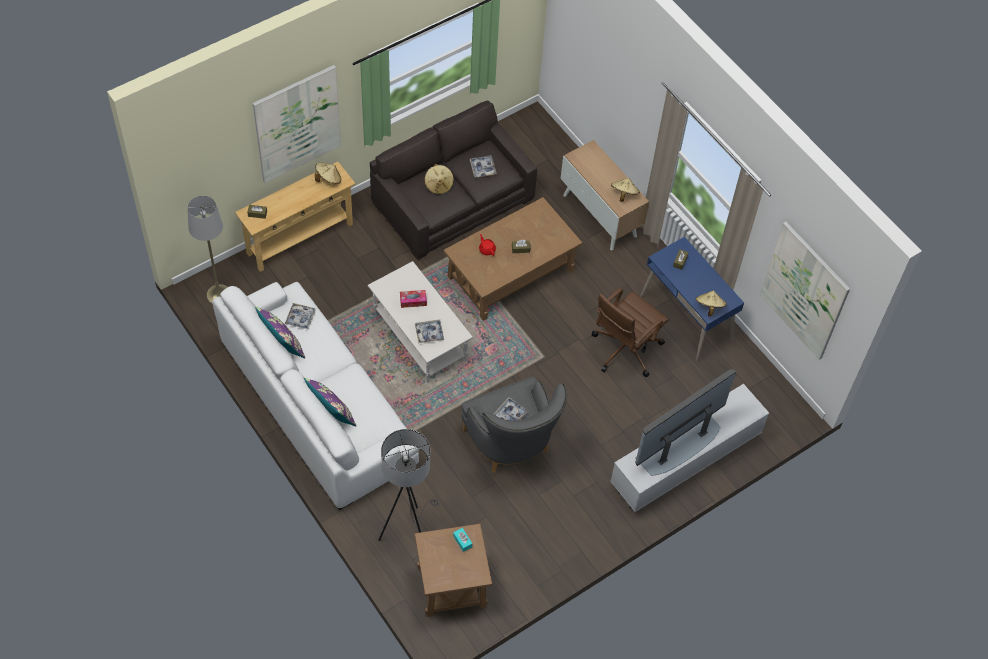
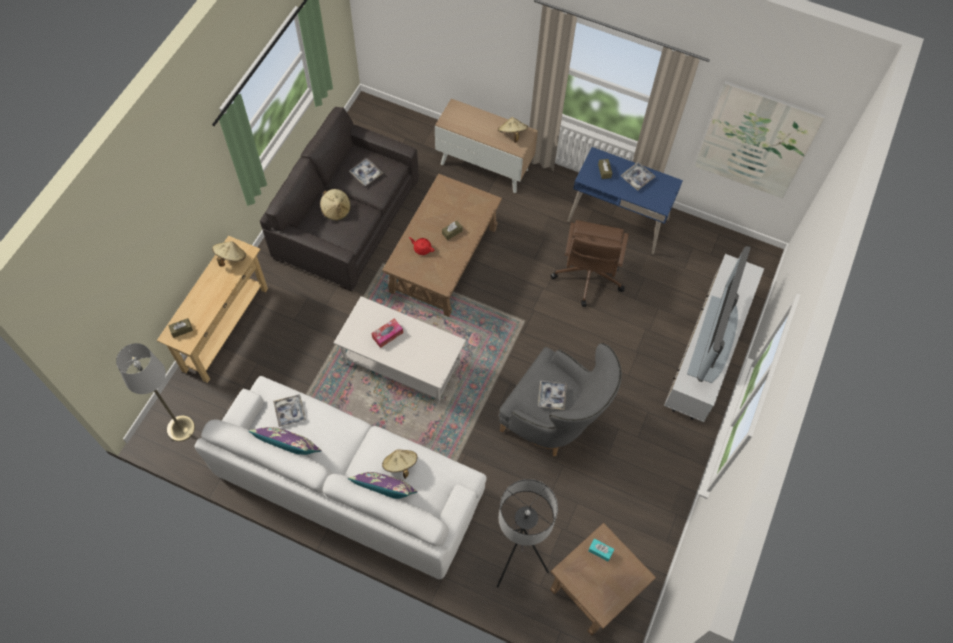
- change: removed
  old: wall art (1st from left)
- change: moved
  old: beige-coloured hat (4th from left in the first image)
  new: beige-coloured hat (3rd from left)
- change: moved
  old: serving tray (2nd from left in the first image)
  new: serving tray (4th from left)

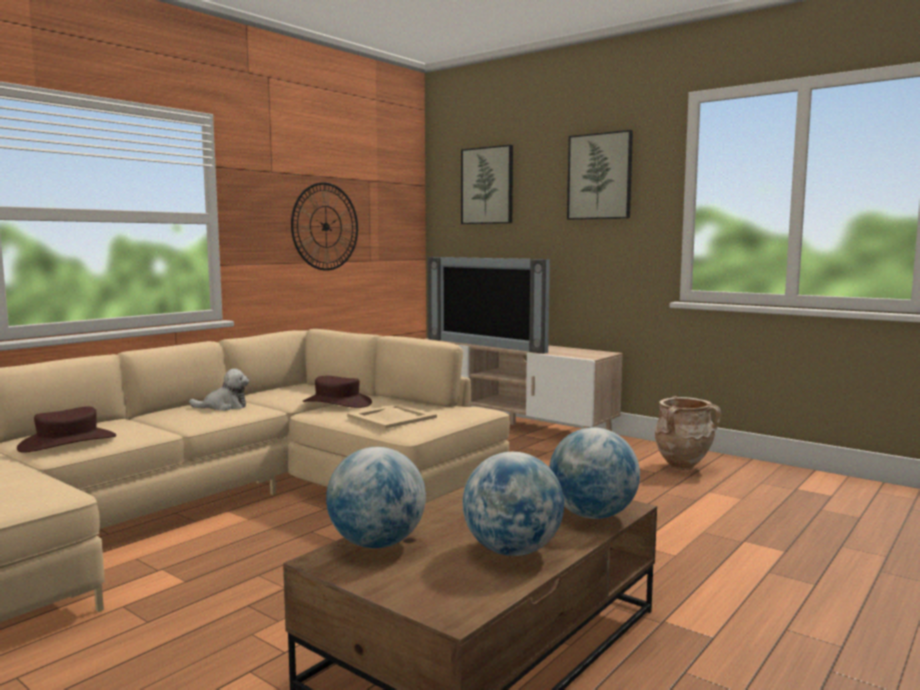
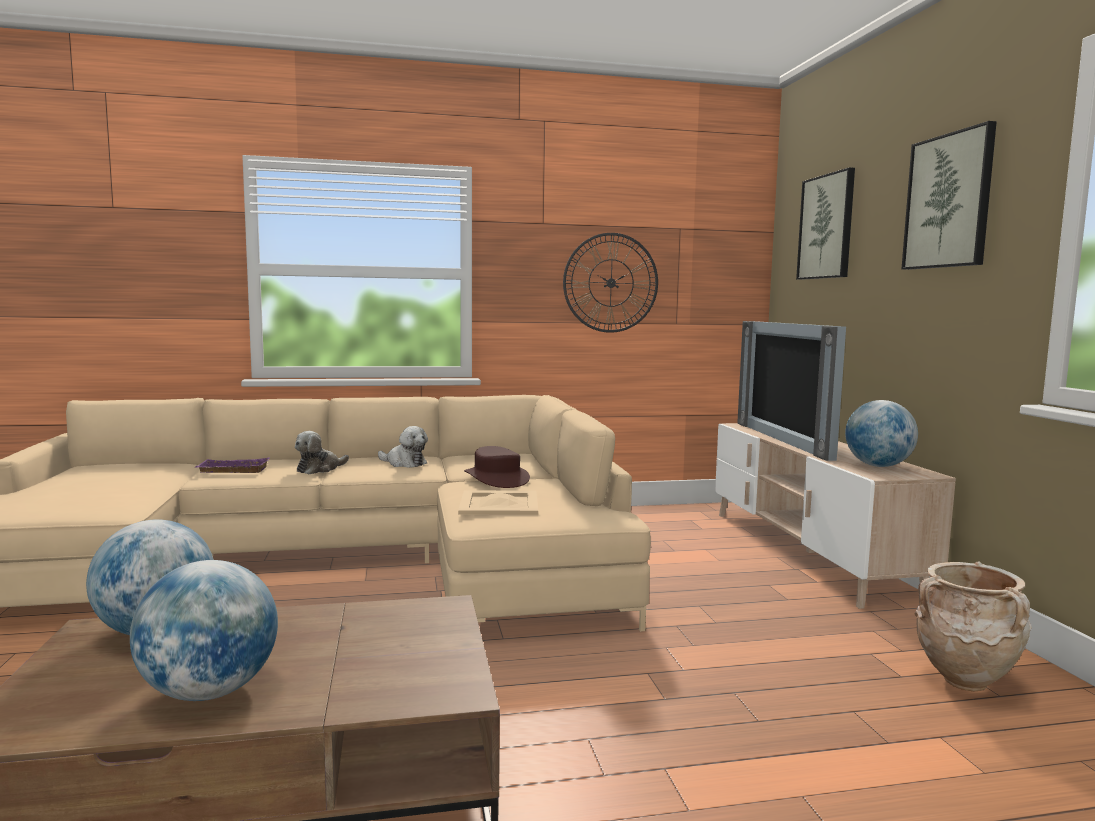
- change: replaced
  old: brownish hat (1st from left)
  new: purplish serving tray
- change: moved
  old: desk globe (3rd from left)
- change: added
  new: cuddly toy (1st from left)

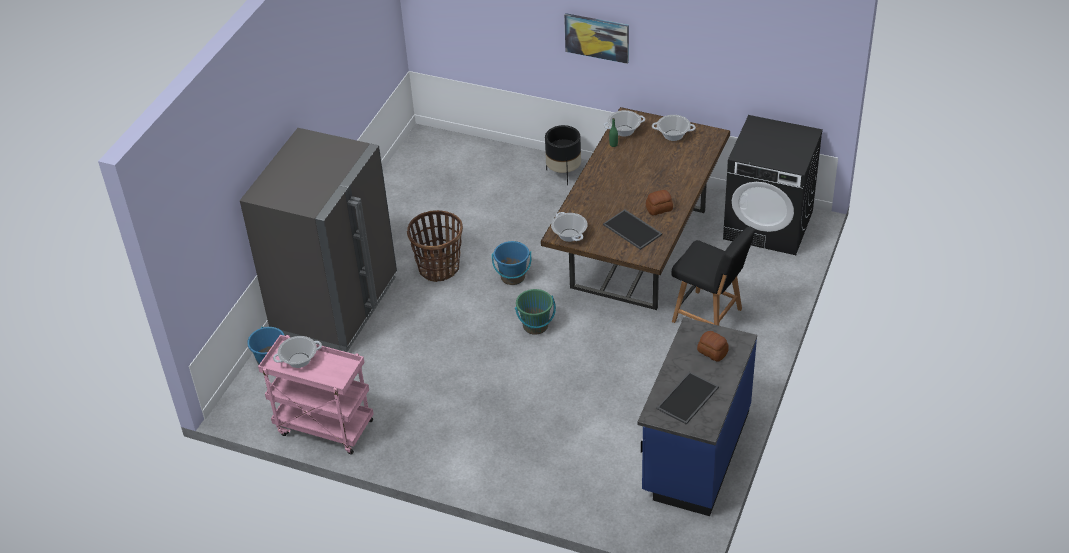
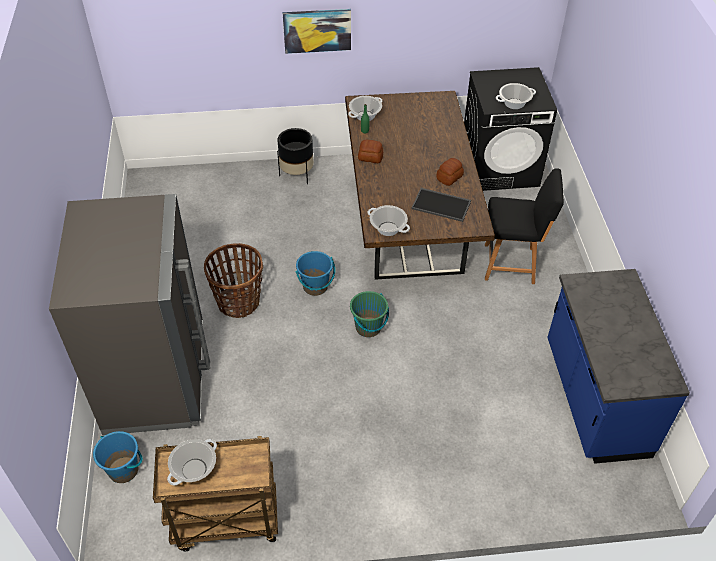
- change: moved
  old: cooking pot (4th from left)
- change: moved
  old: bakery bread (2nd from left in the first image)
  new: bakery bread (1st from left)
- change: recoloured
  old: pink-coloured cart
  new: brownish cart
- change: removed
  old: serving tray (2nd from left)

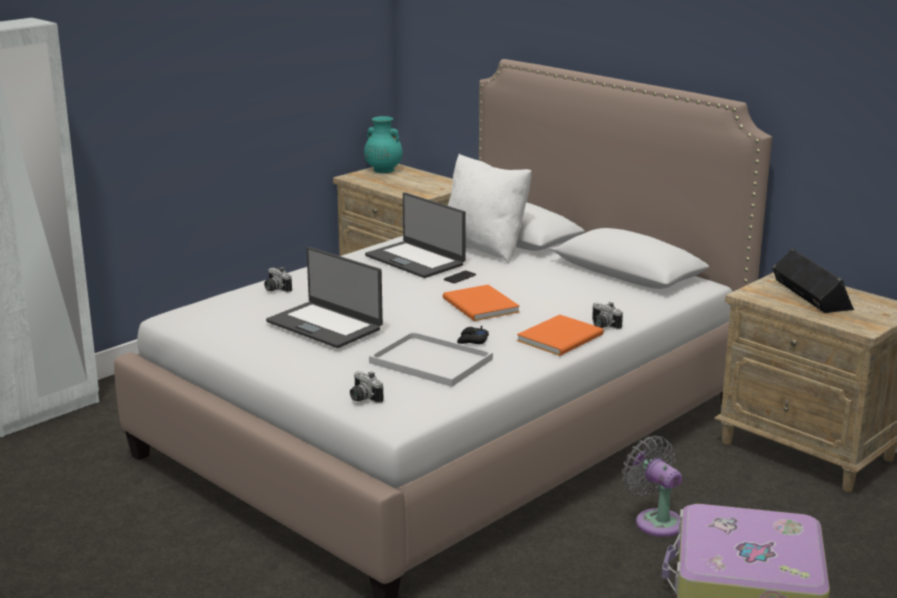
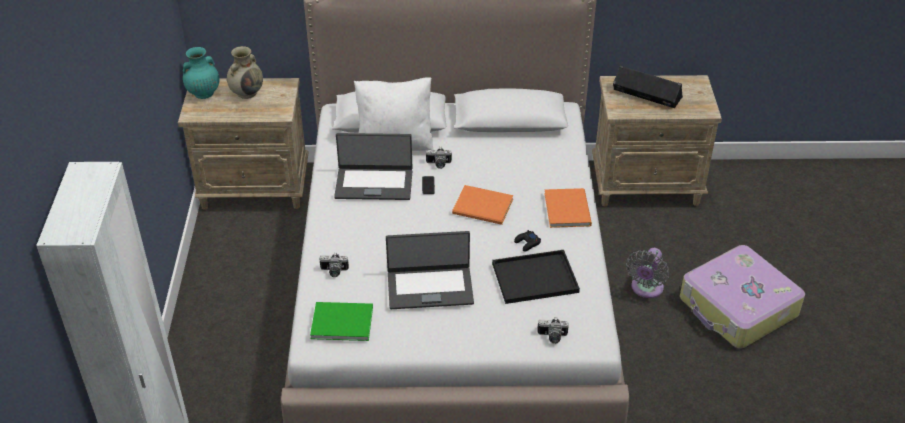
- change: moved
  old: photo camera (3rd from left in the first image)
  new: photo camera (2nd from left)
- change: recoloured
  old: white serving tray
  new: blackish serving tray
- change: turned
  old: greyish electric fan
  degrees: -75
- change: added
  new: beige-coloured decorative vase
- change: added
  new: green bound book

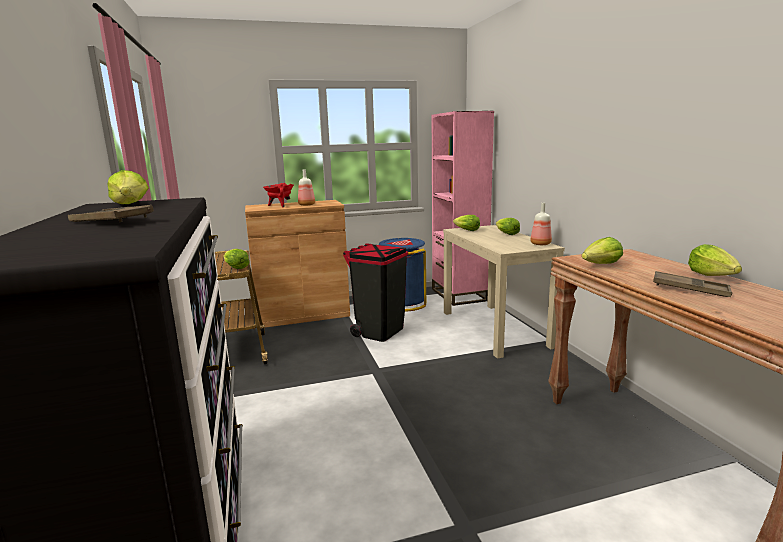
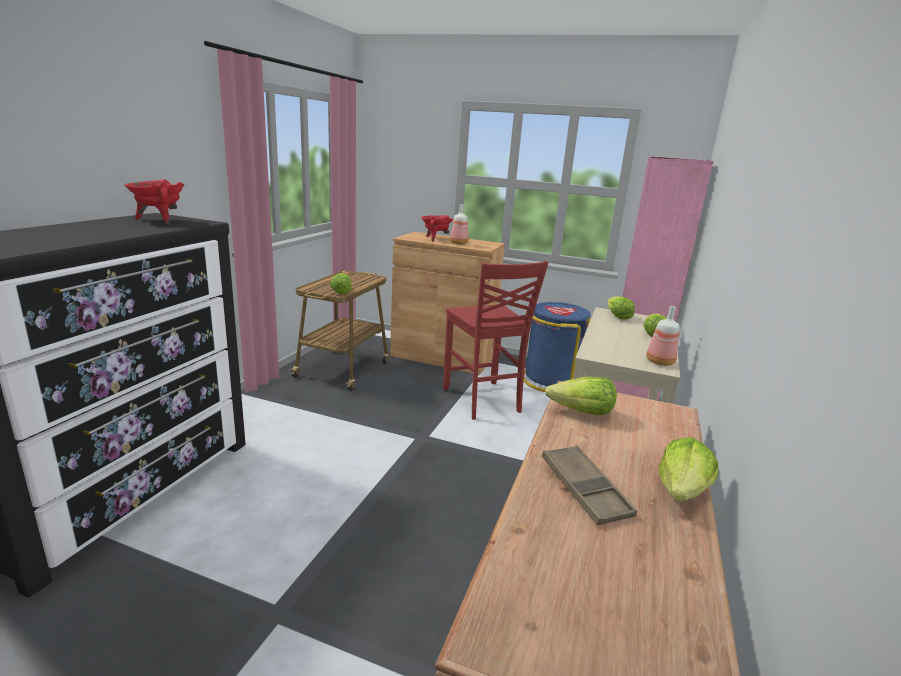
- change: replaced
  old: lettuce (1st from left)
  new: reddish cooking pot (1st from left)
- change: removed
  old: brownish serving tray (1st from left)
- change: replaced
  old: blackish trash can
  new: reddish plain chair

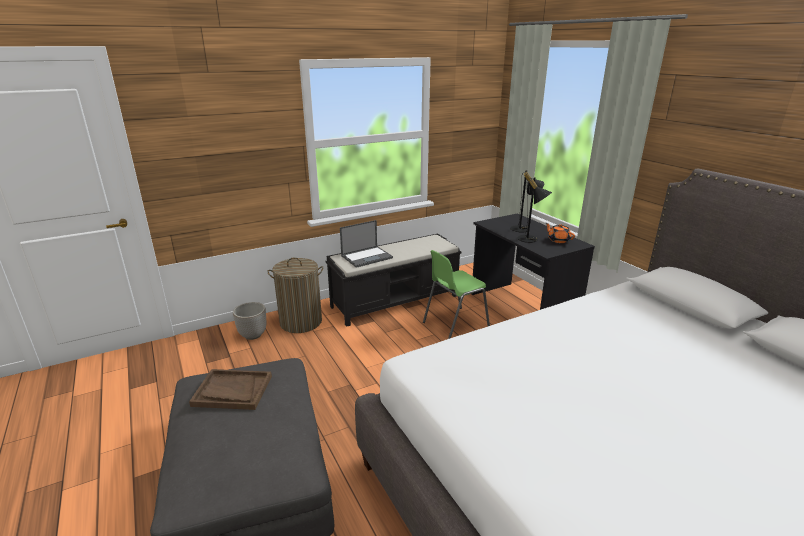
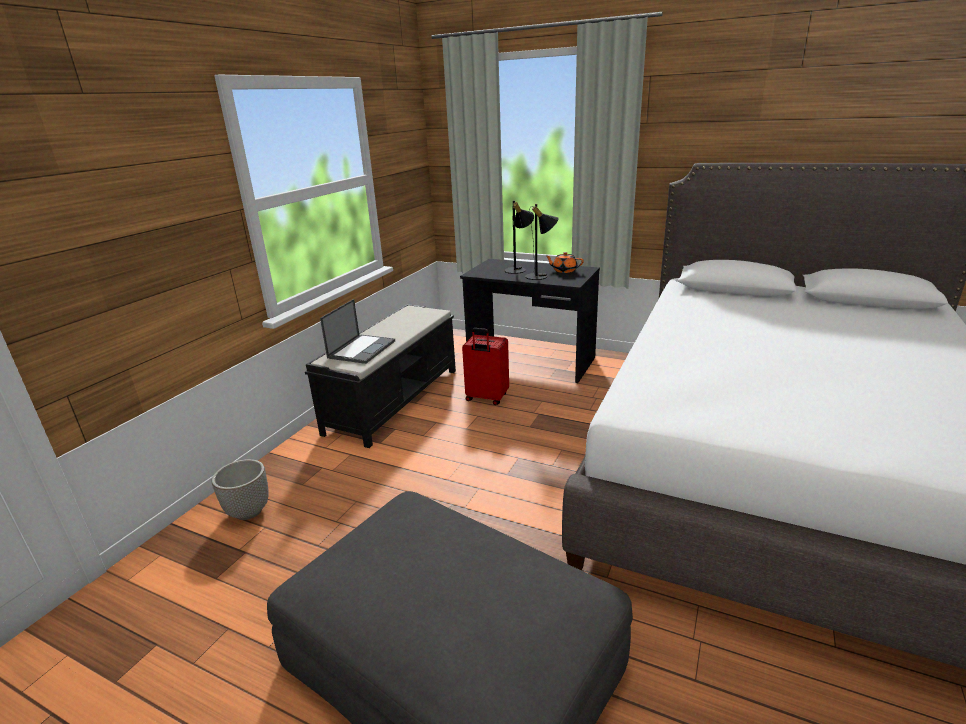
- change: replaced
  old: green plain chair
  new: reddish travel case
- change: removed
  old: washing basket
- change: removed
  old: brownish serving tray

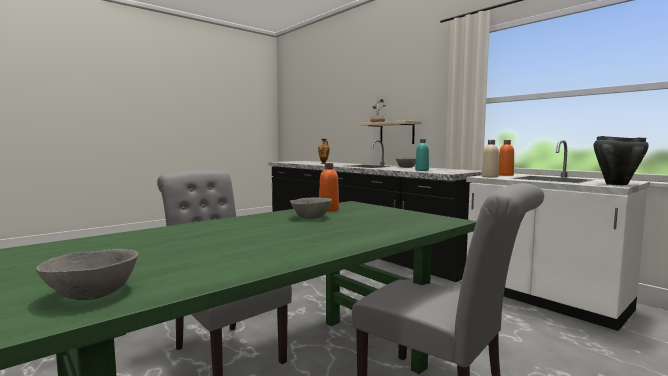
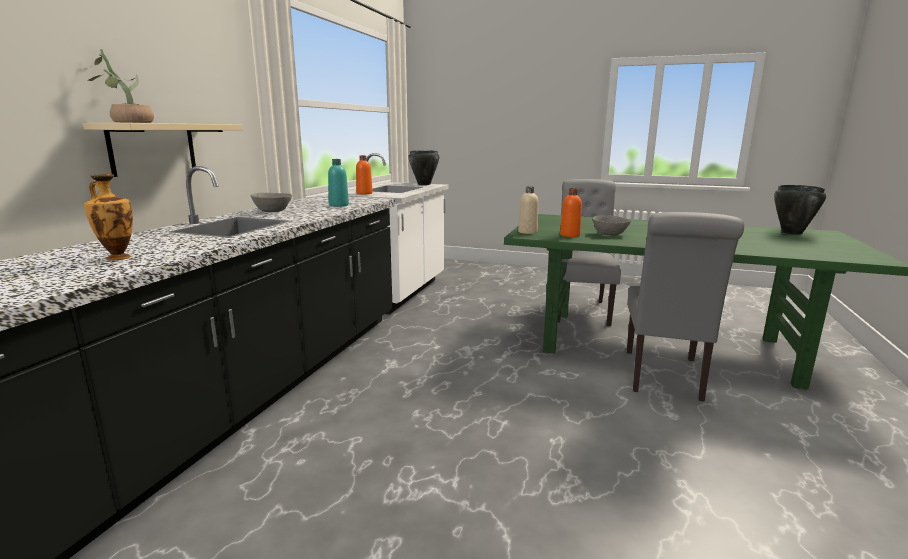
- change: moved
  old: beige-coloured beverage bottle
- change: replaced
  old: greyish serving bowl (1st from left)
  new: blackish cooking pot (2nd from left)

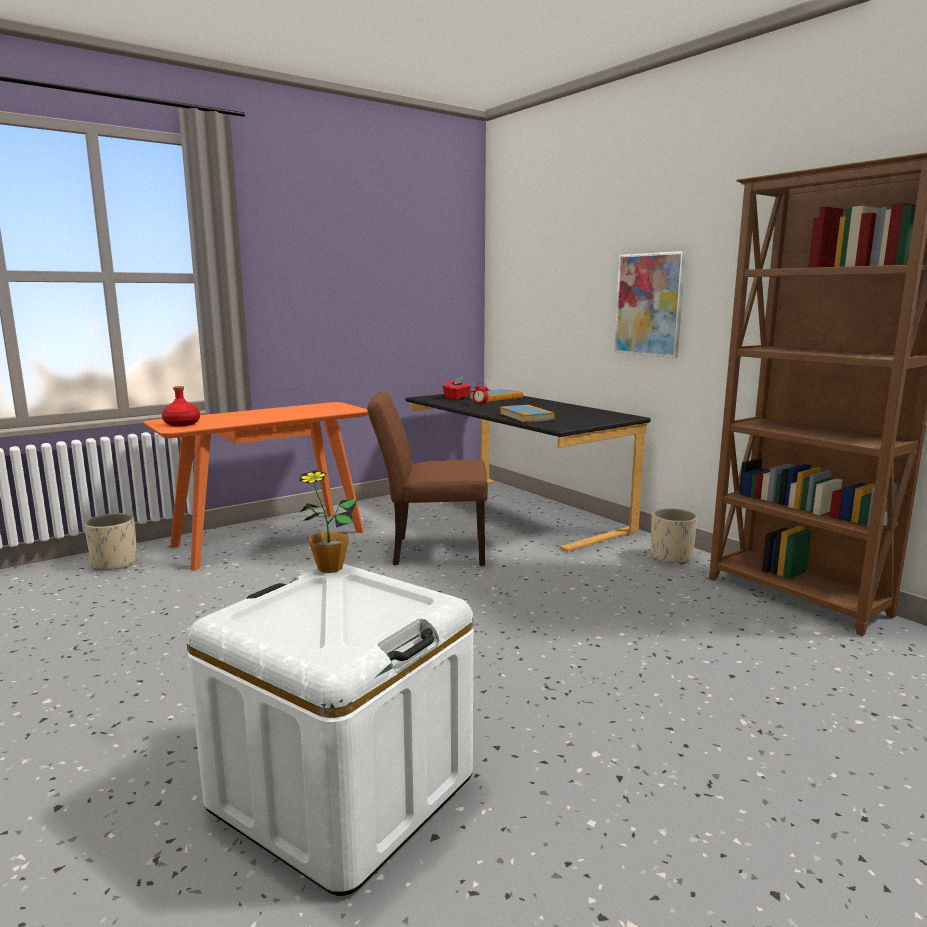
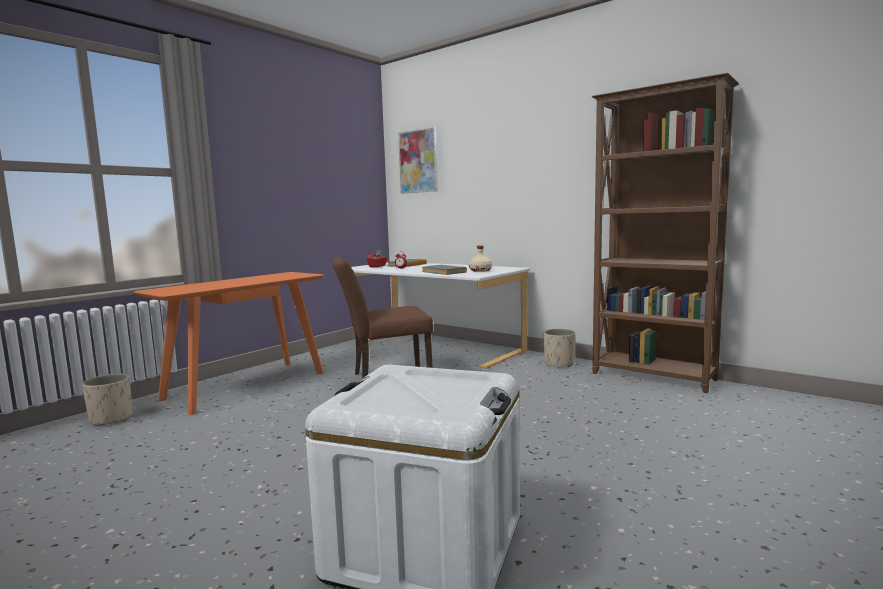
- change: moved
  old: wall art
- change: removed
  old: reddish beverage bottle
- change: recoloured
  old: blackish desk unit
  new: white desk unit
- change: removed
  old: potted plant
- change: added
  new: beige-coloured beverage bottle

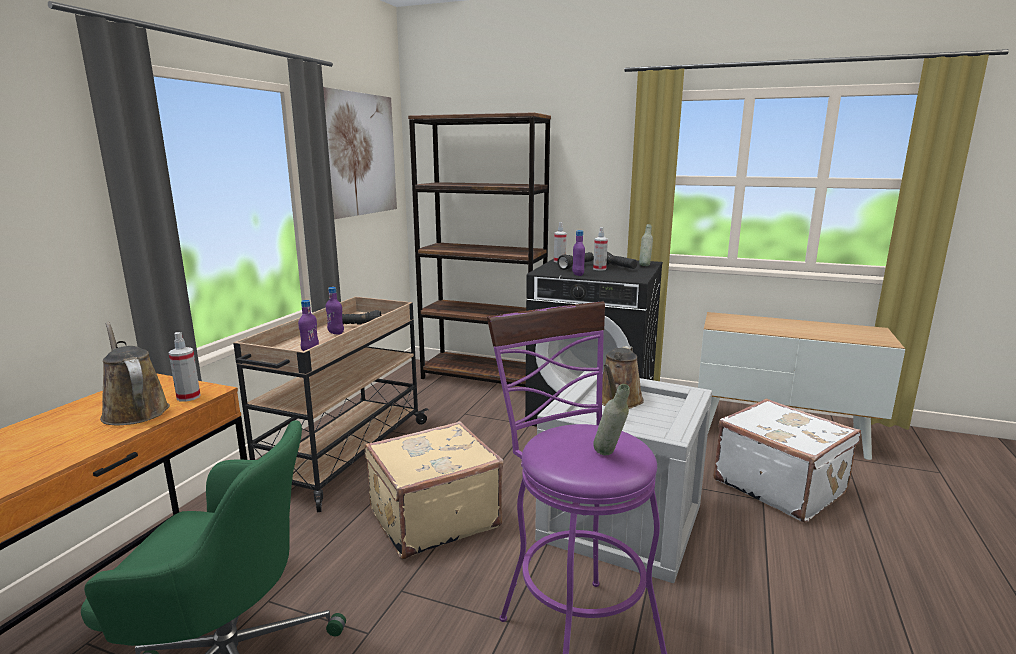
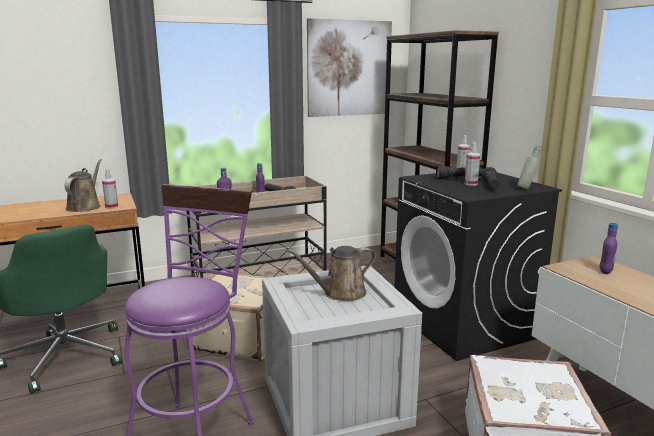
- change: moved
  old: purplish beverage bottle (3rd from left)
- change: removed
  old: greyish beverage bottle (1st from left)

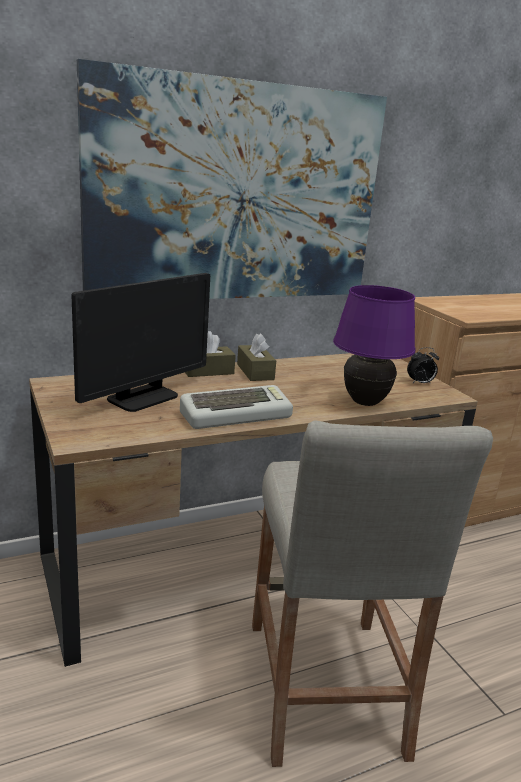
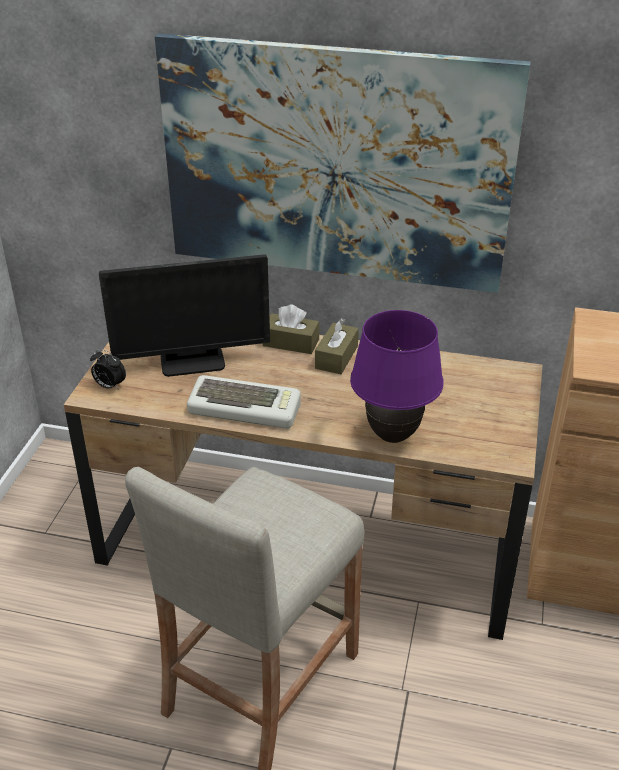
- change: moved
  old: alarm clock

